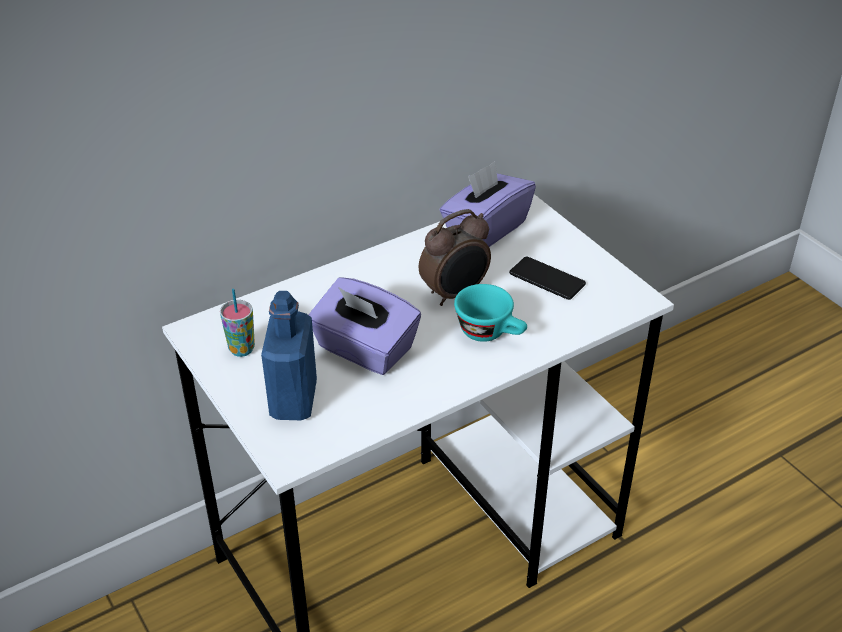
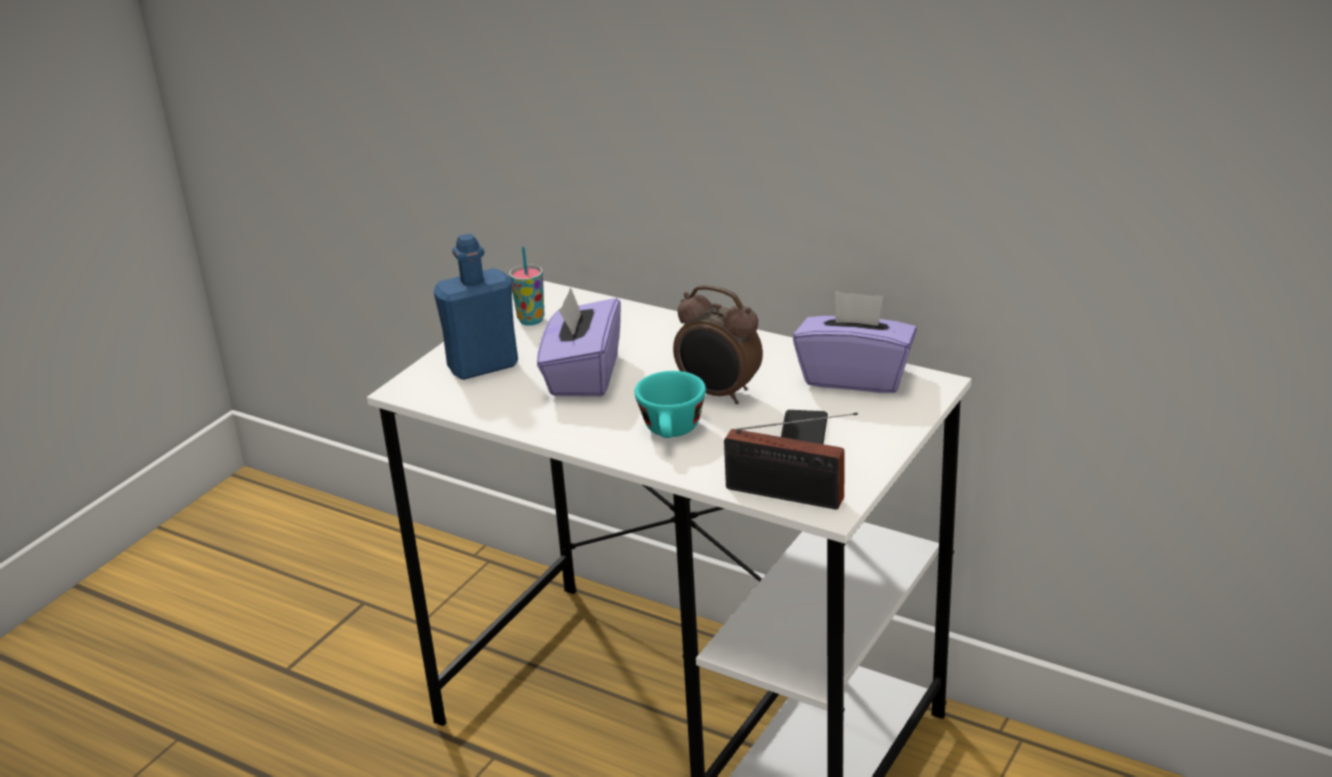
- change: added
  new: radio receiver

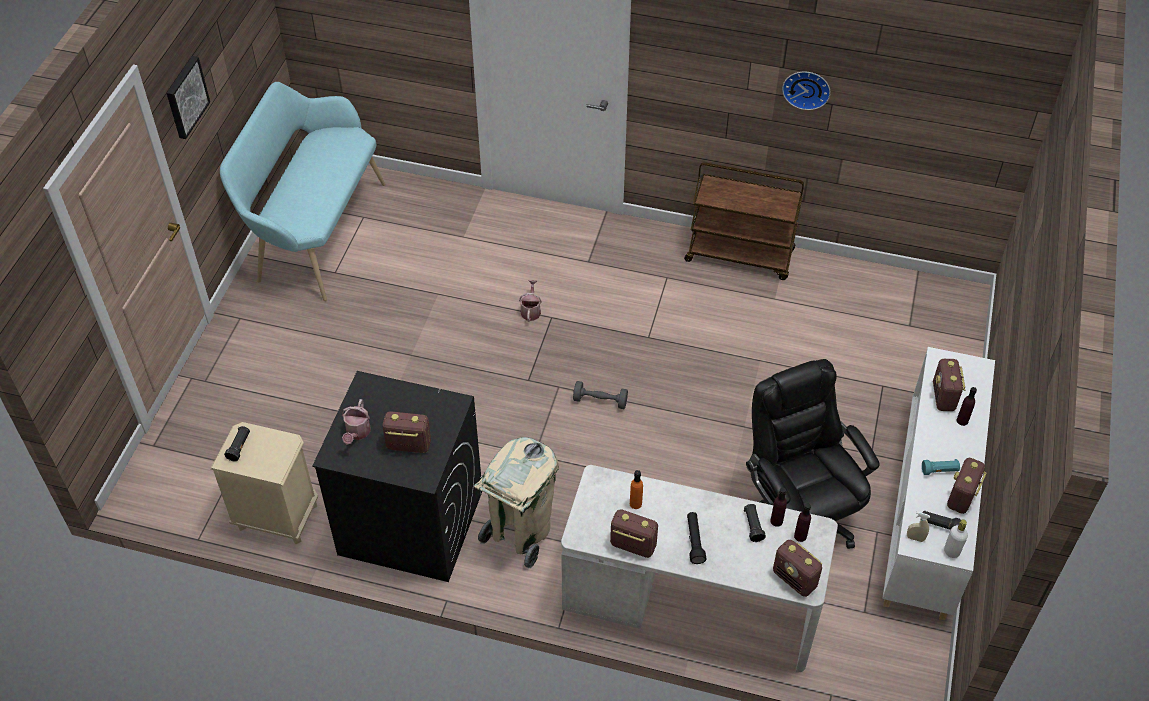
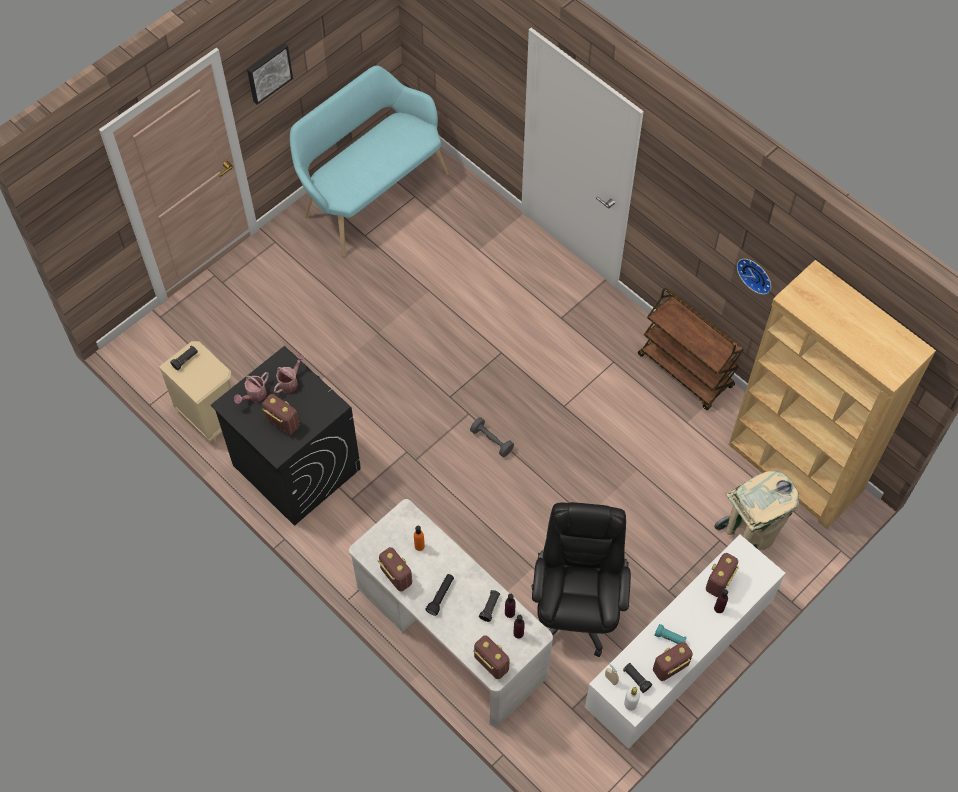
- change: moved
  old: sprinkling can (2nd from left)
- change: moved
  old: beige-coloured trash can
- change: turned
  old: radio receiver (3rd from left)
  degrees: 150
- change: added
  new: brownish shelving unit

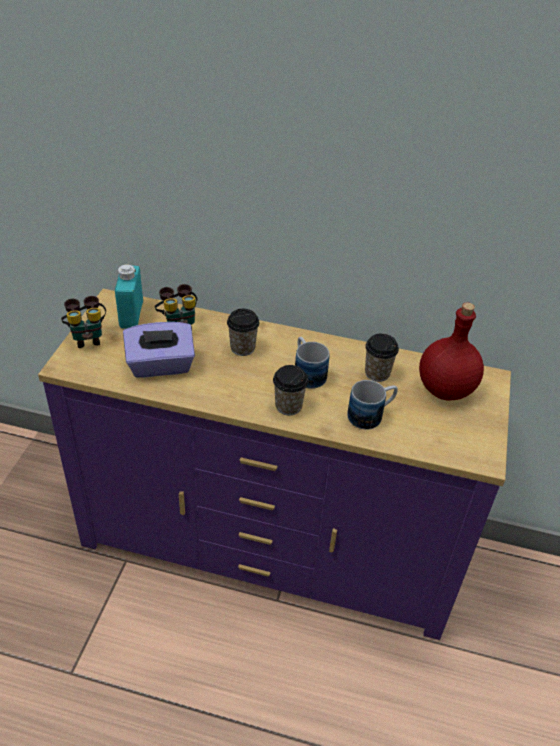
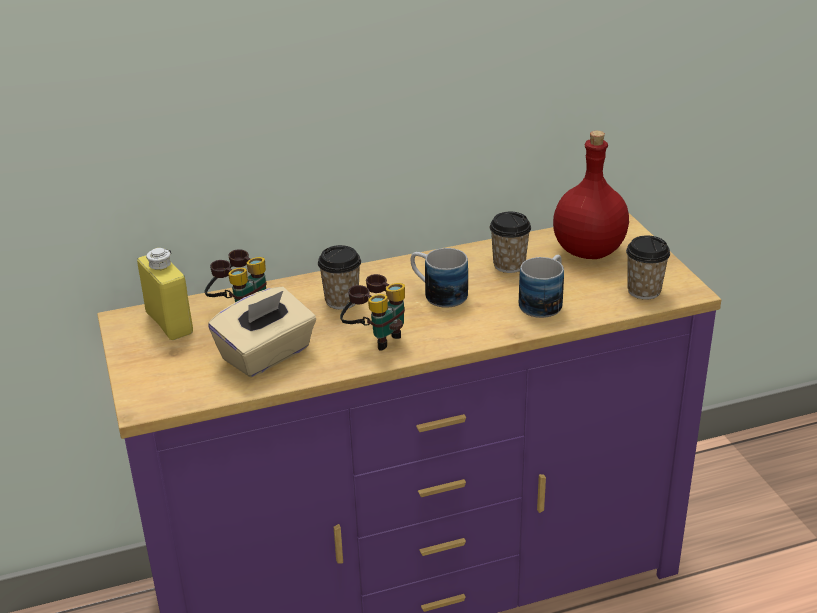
- change: recoloured
  old: turquoise-coloured beverage bottle
  new: yellow-coloured beverage bottle
- change: moved
  old: binoculars (1st from left in the first image)
  new: binoculars (2nd from left)
- change: recoloured
  old: purplish tissue box
  new: beige-coloured tissue box
- change: moved
  old: drinking cup (2nd from left in the first image)
  new: drinking cup (3rd from left)

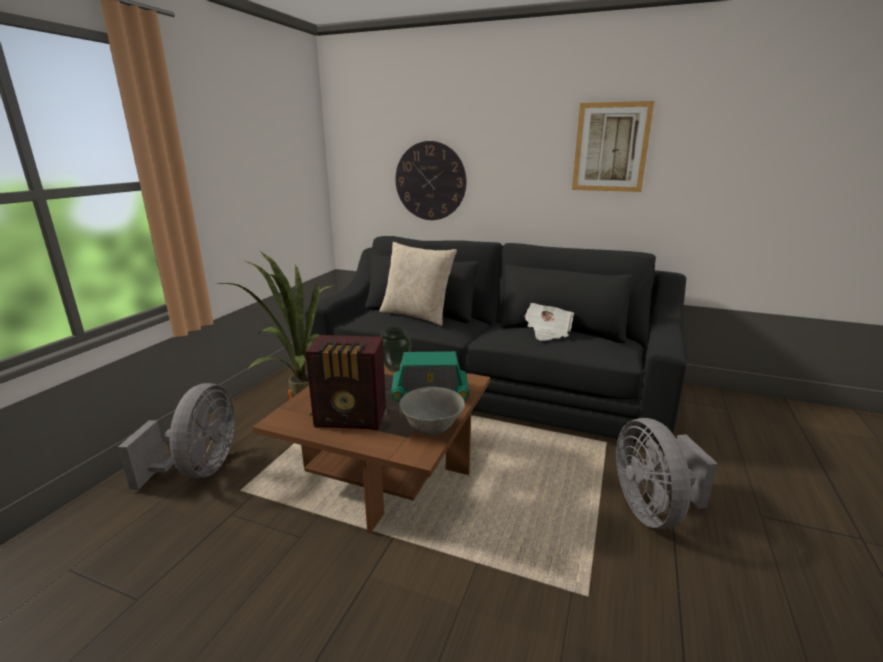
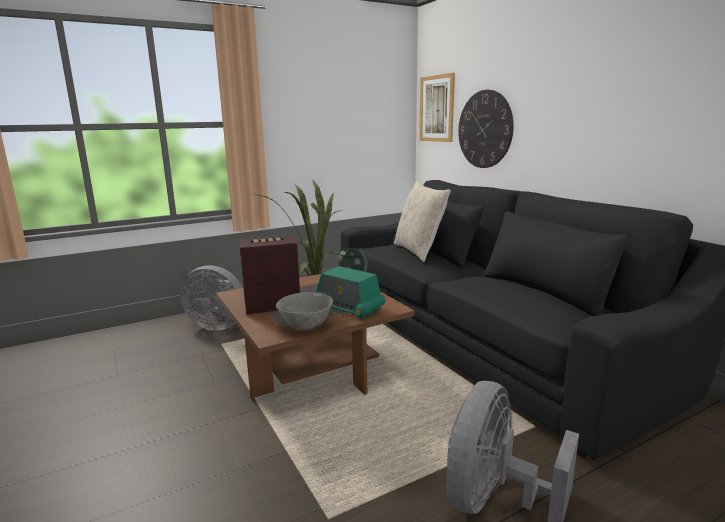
- change: moved
  old: wall art
- change: removed
  old: daily paper
- change: turned
  old: radio receiver (1st from left)
  degrees: 120
- change: turned
  old: greyish electric fan (1st from left)
  degrees: 60

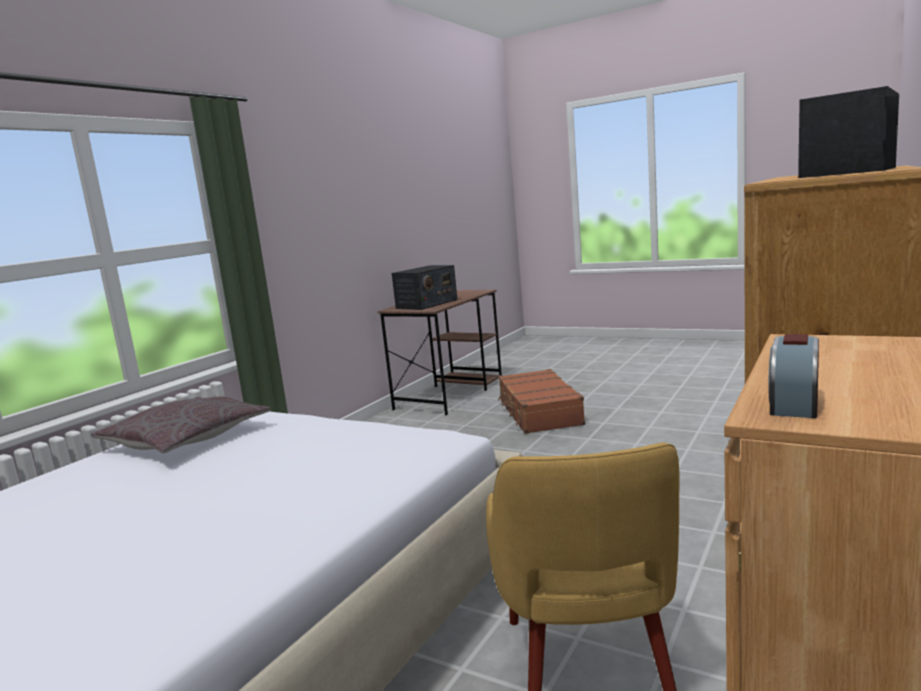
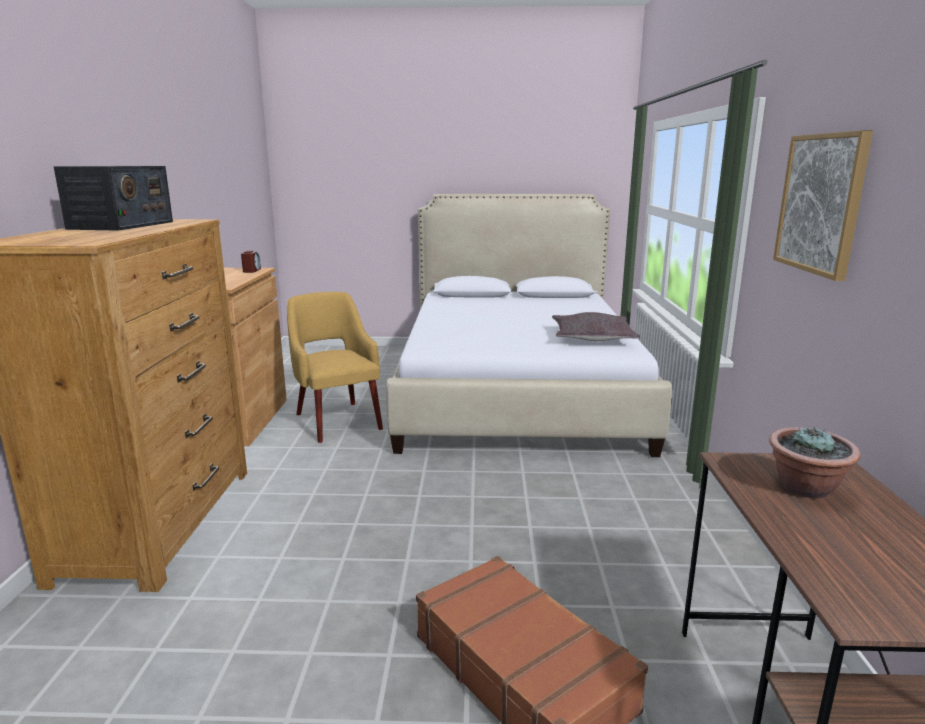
- change: replaced
  old: radio receiver (1st from left)
  new: potted plant
- change: added
  new: wall art

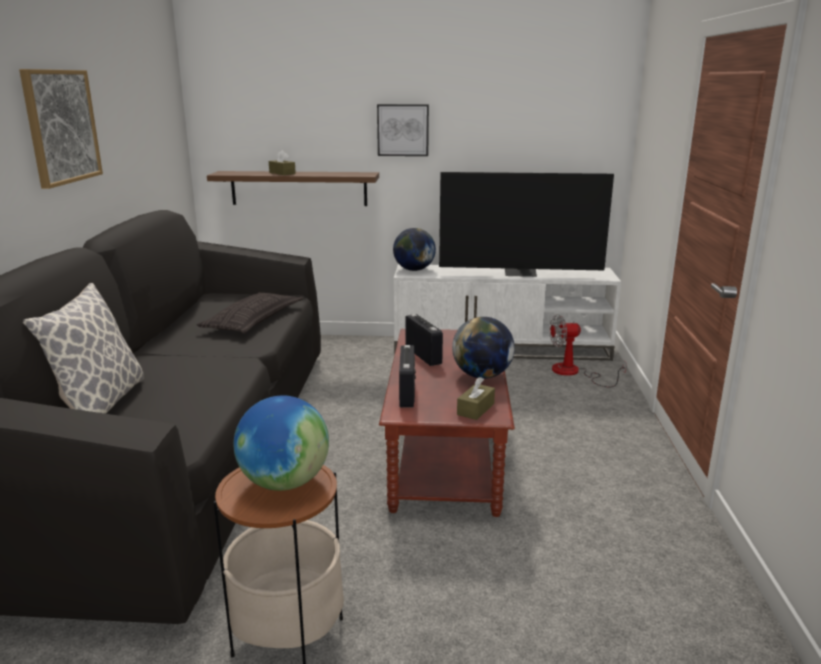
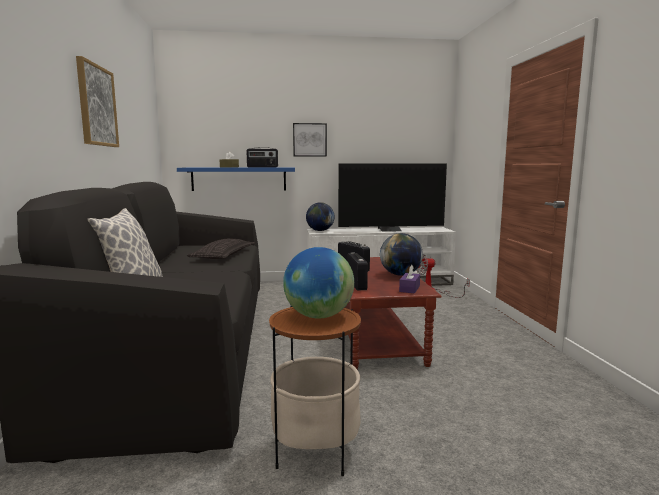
- change: recoloured
  old: brownish bracket shelf
  new: blue-coloured bracket shelf
- change: recoloured
  old: brownish tissue box (2nd from left)
  new: purplish tissue box
- change: added
  new: radio receiver (1st from left)

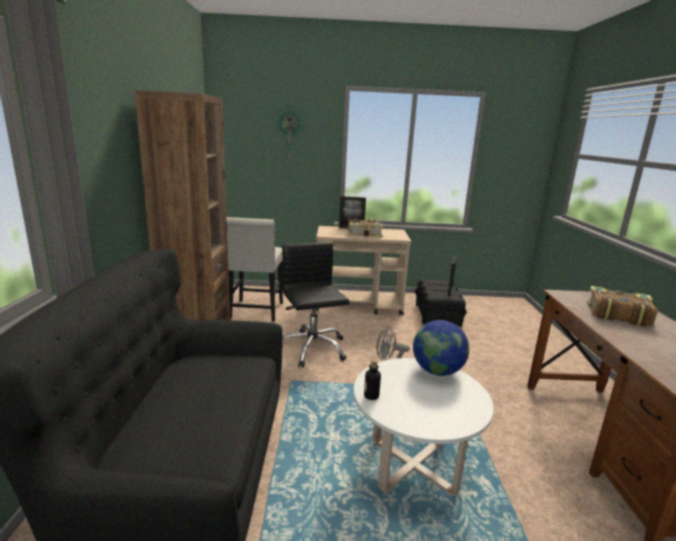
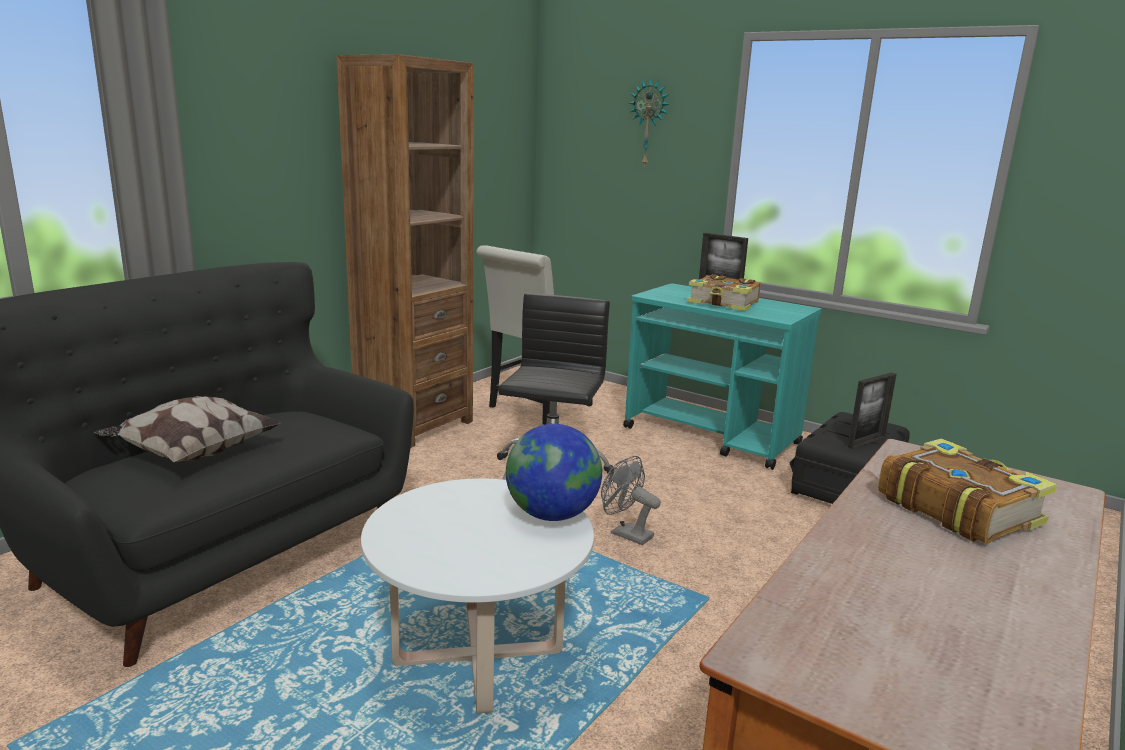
- change: recoloured
  old: beige-coloured cart
  new: turquoise-coloured cart
- change: removed
  old: beverage bottle
- change: added
  new: cushion

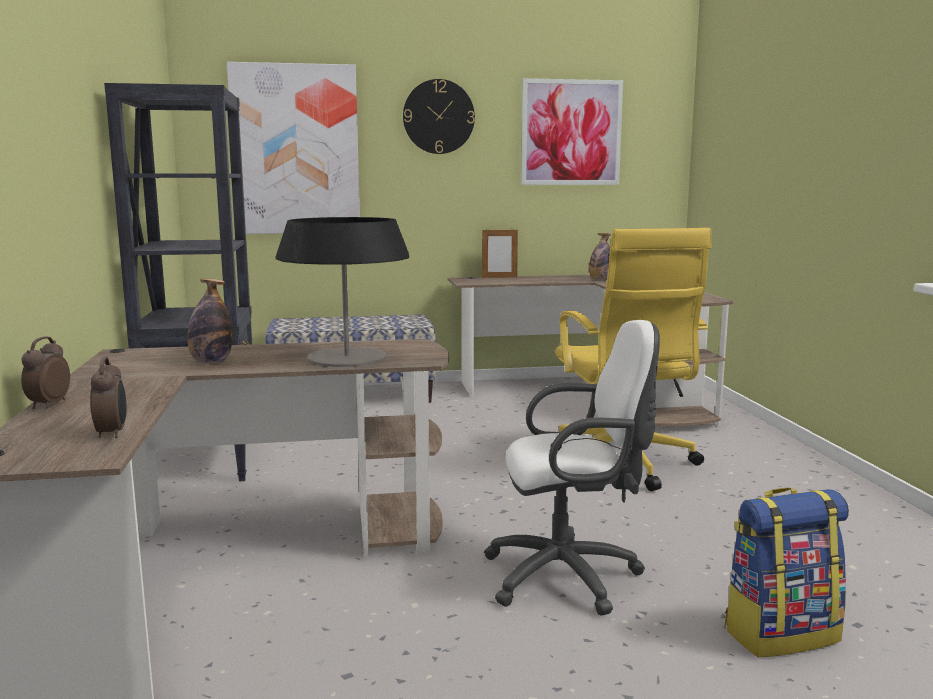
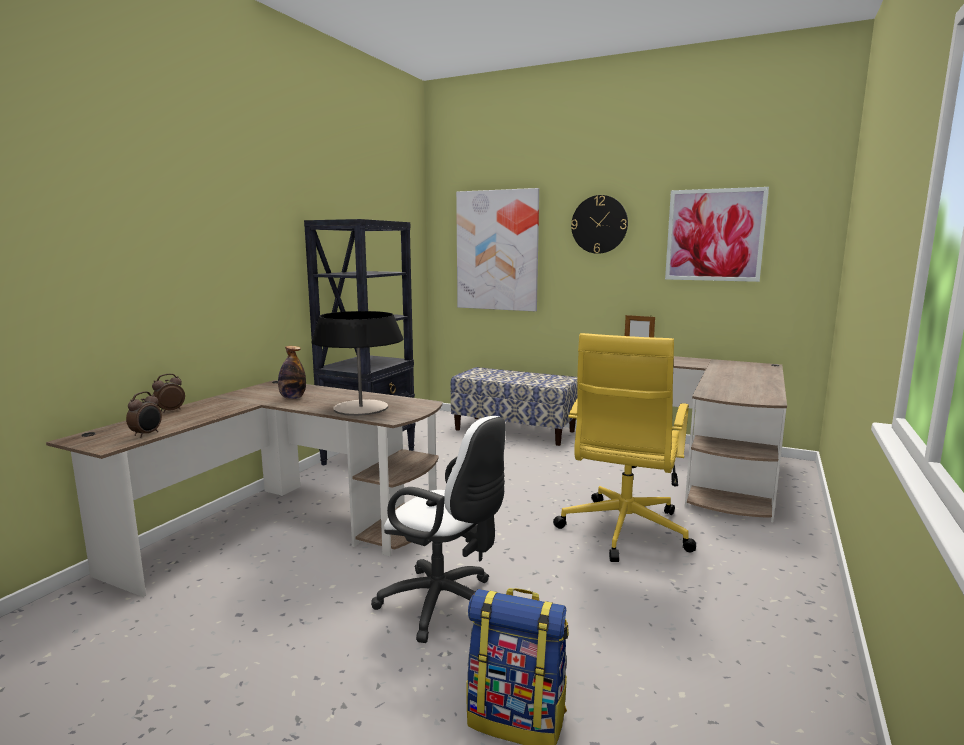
- change: removed
  old: beverage bottle (2nd from left)

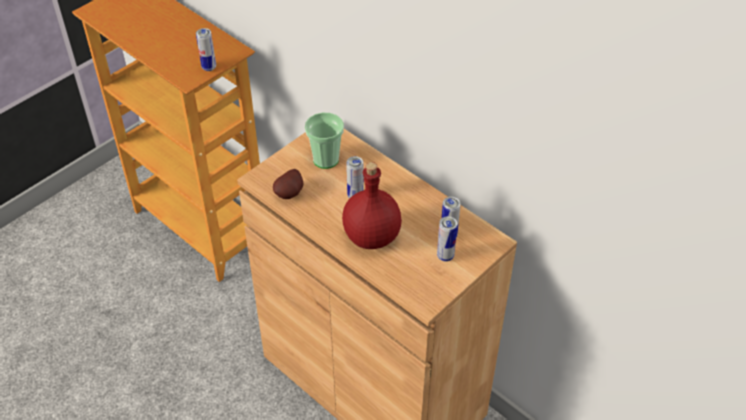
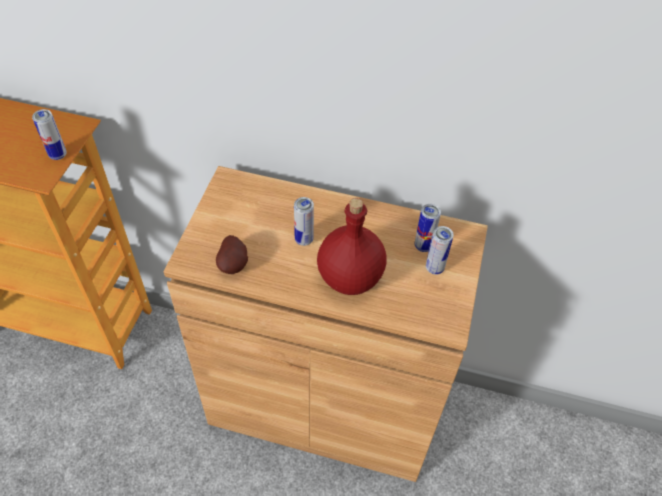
- change: removed
  old: drinking cup

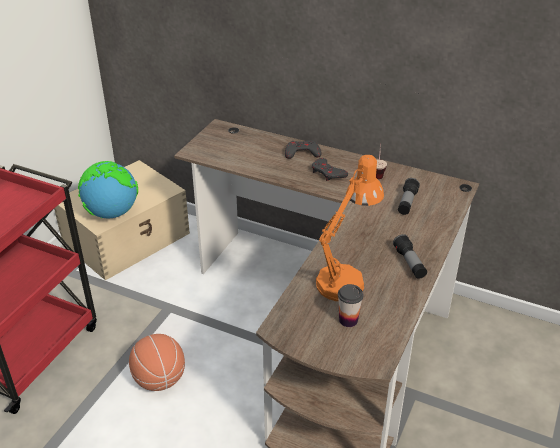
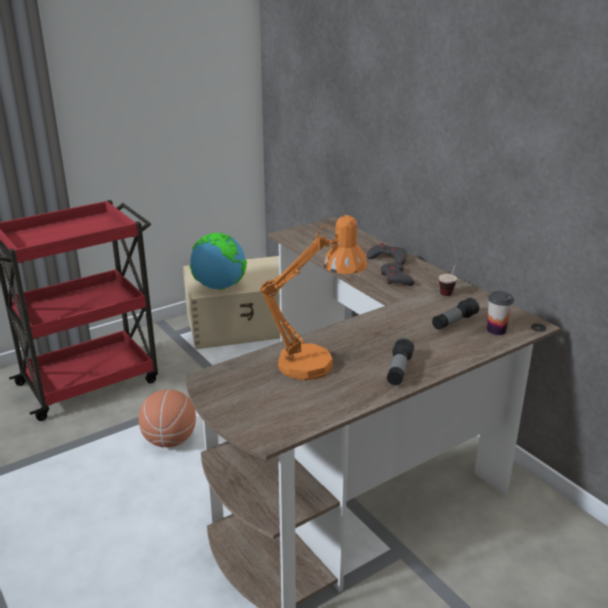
- change: moved
  old: drinking cup (1st from left in the first image)
  new: drinking cup (2nd from left)

